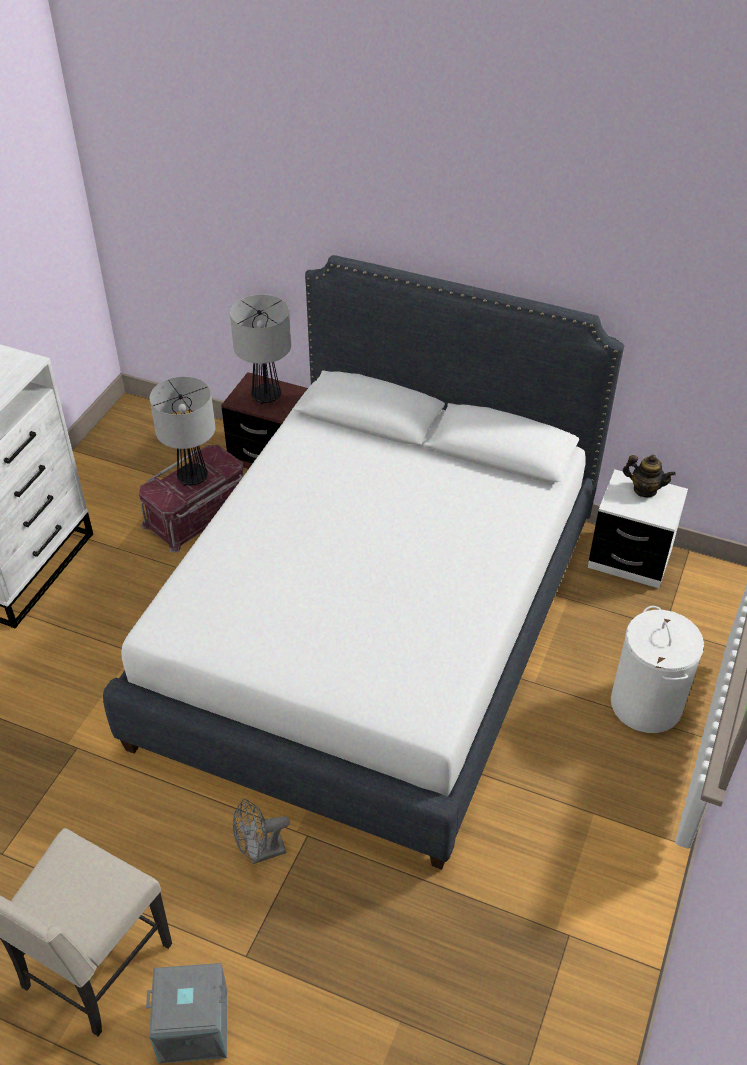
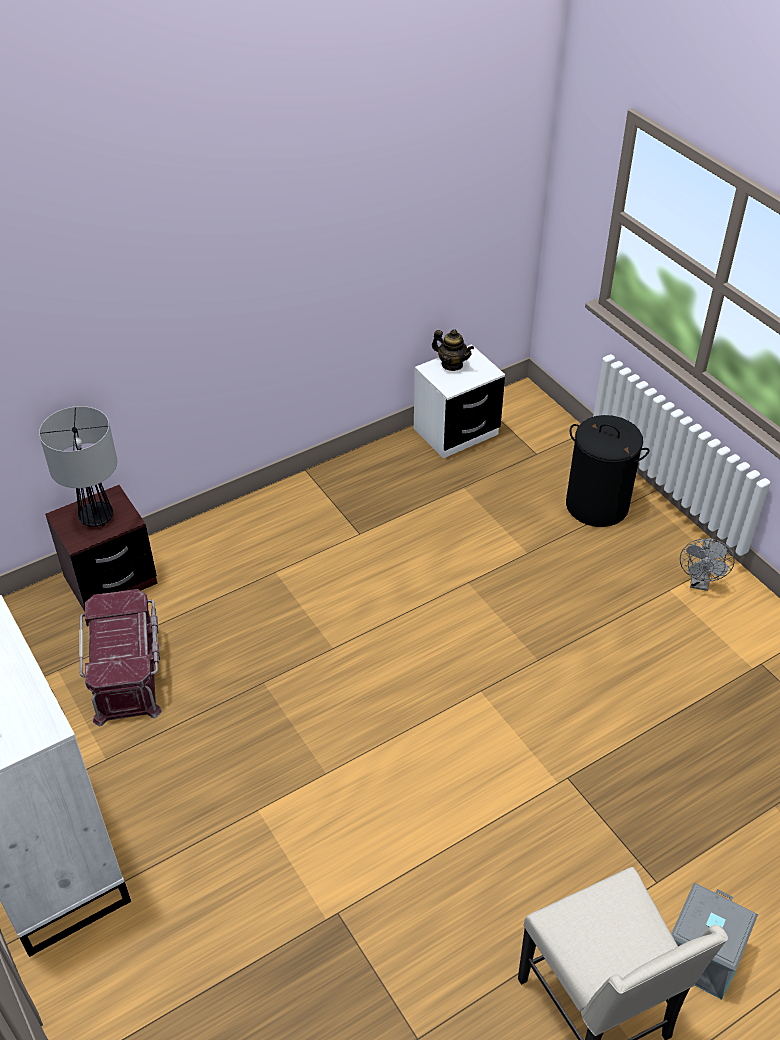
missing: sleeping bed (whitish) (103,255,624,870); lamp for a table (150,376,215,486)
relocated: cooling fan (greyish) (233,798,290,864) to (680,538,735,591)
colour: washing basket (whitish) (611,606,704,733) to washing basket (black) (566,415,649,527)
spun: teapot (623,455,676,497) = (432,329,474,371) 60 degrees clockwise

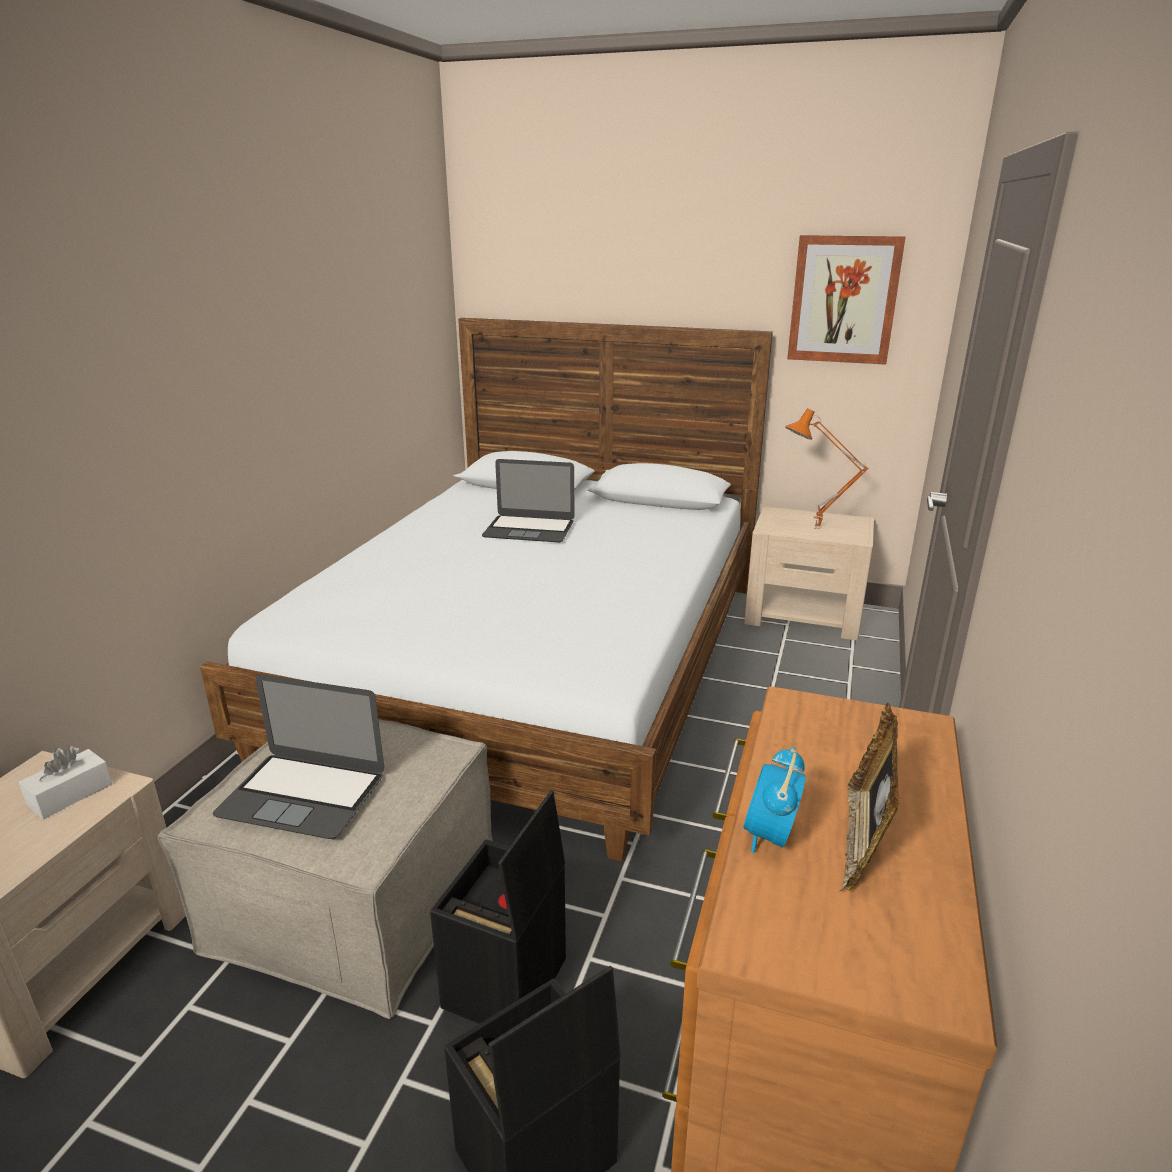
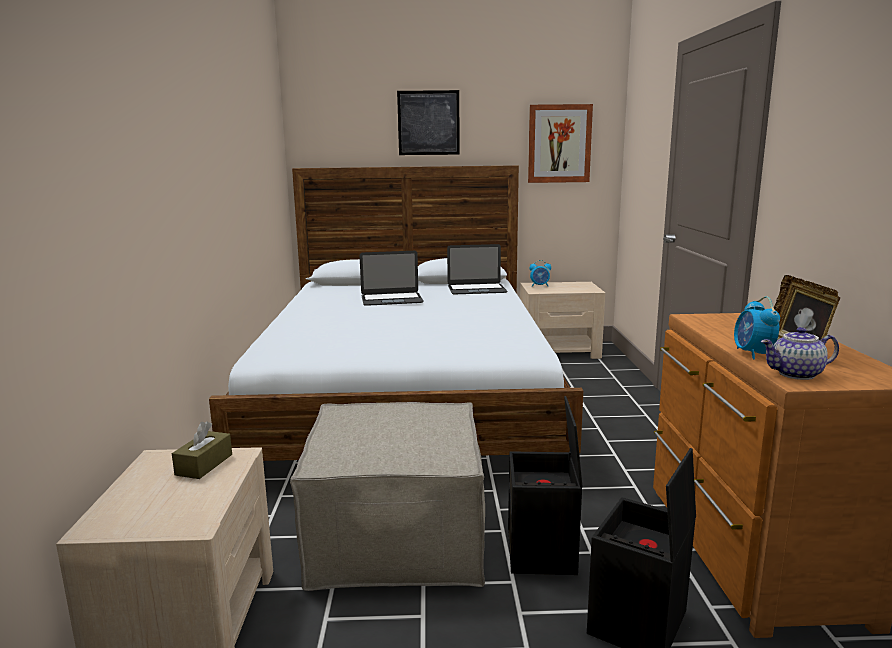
missing: lamp for a table (orange-coloured) (785,408,869,529)
appeared: wall picture (397,90,460,155); table clock (529,260,551,287); teapot (761,327,839,380)
relocated: notebook computer (213,674,384,839) to (447,244,507,294)
colour: box of tissues (whitish) (19,746,112,819) to box of tissues (brown-coloured) (172,421,232,479)

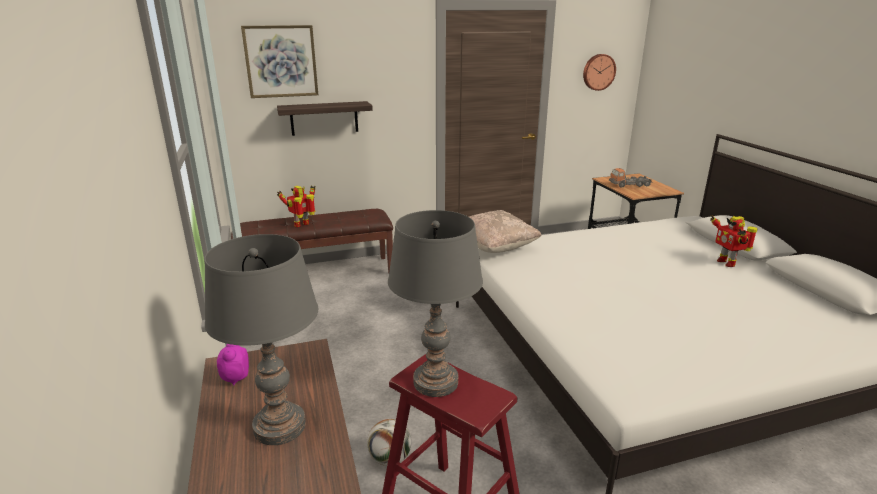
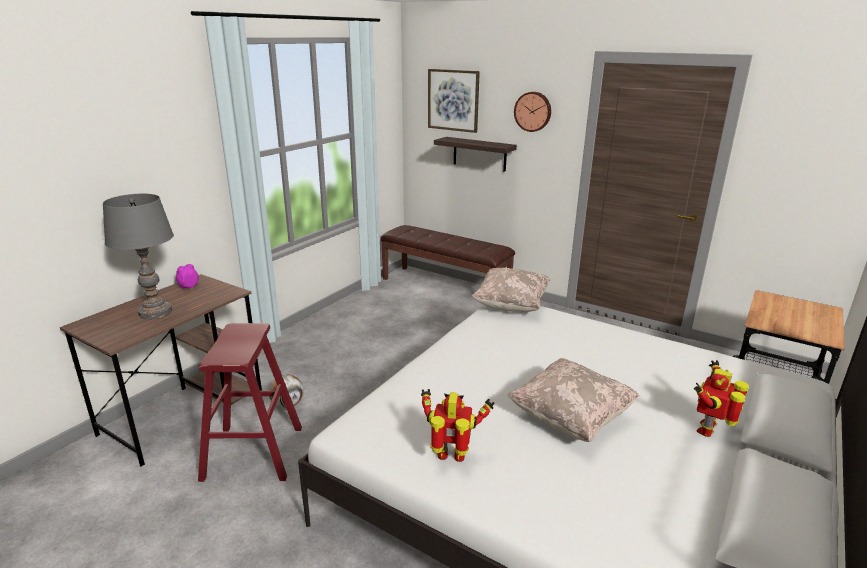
missing: lamp for a table (greyish) (388,210,483,397); toy truck (609,168,652,188)
appeared: cushion (sand-coloured) (507,358,640,442)
relocated: toy robot (277,186,316,227) to (421,389,495,462); wall clock (583,54,616,91) to (514,92,551,132)

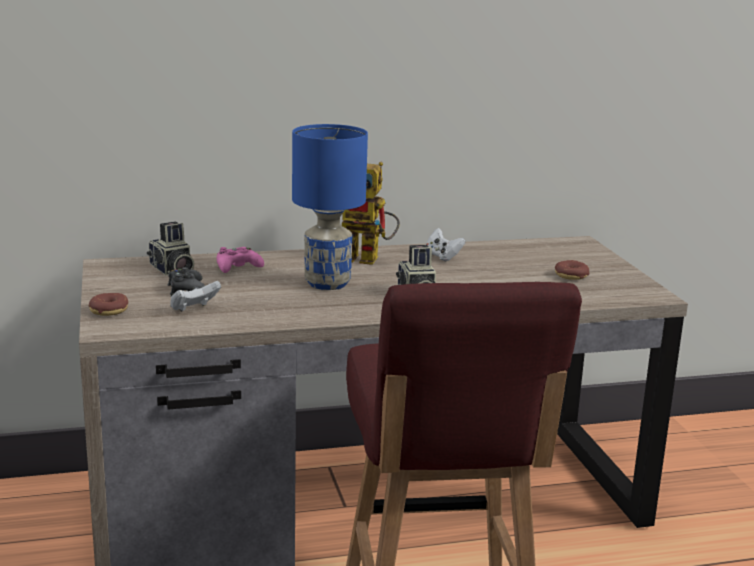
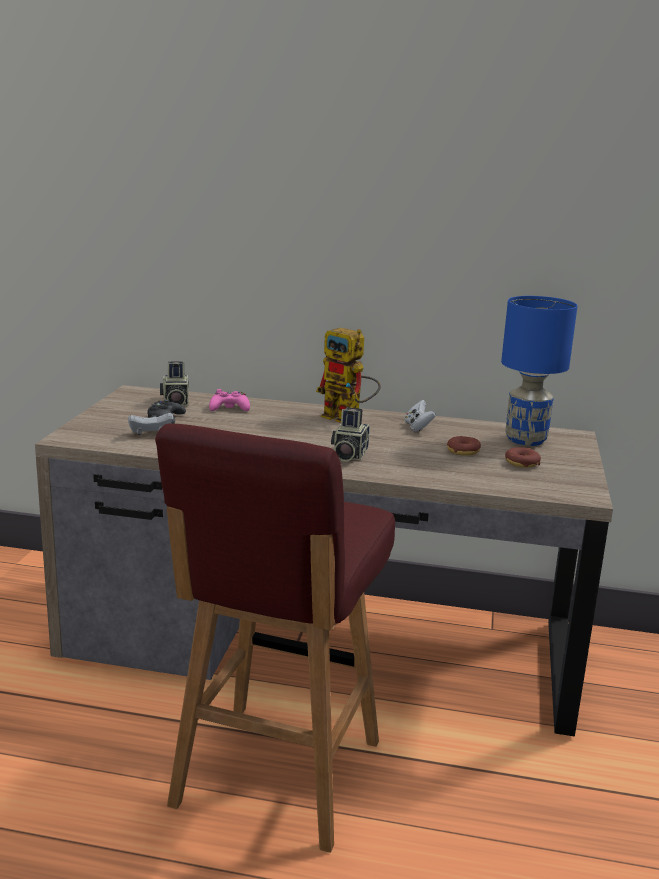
relocated: doughnut (89,293,128,316) to (447,436,481,456); lamp for a table (blue) (292,124,368,290) to (501,296,578,446)

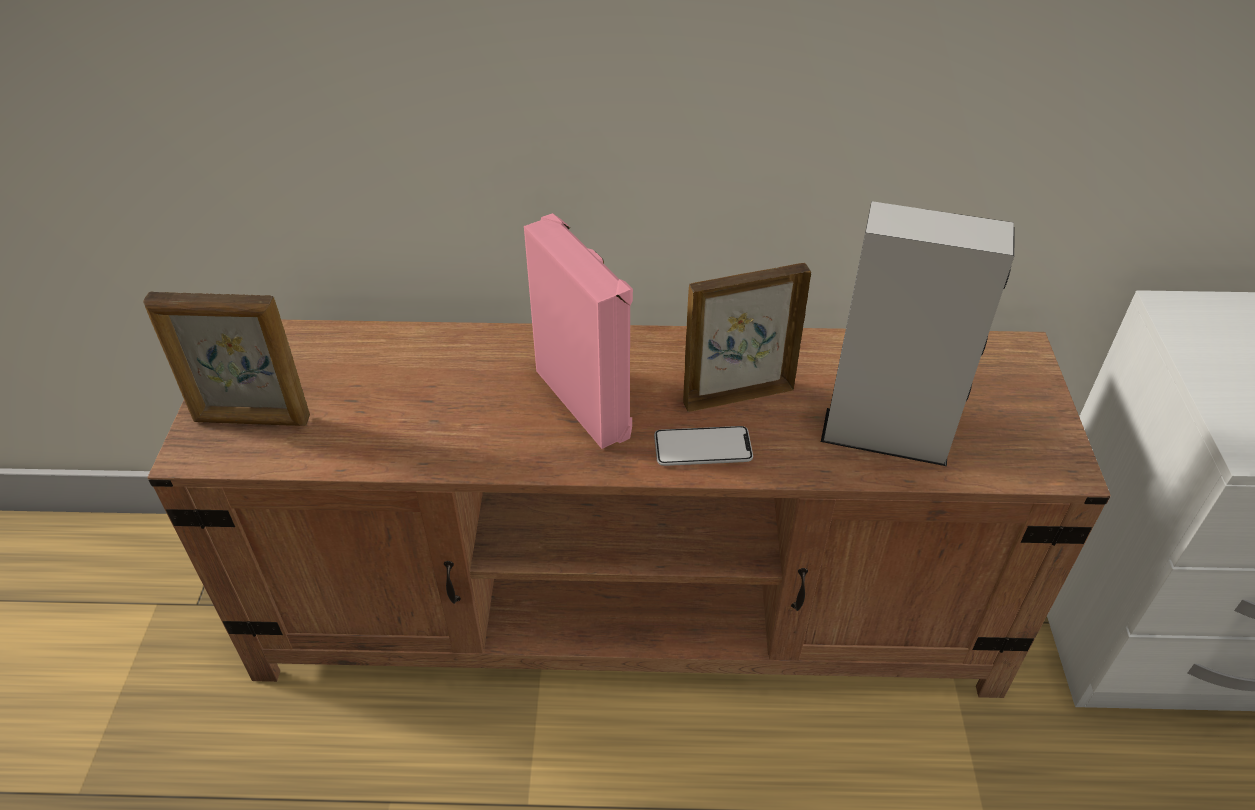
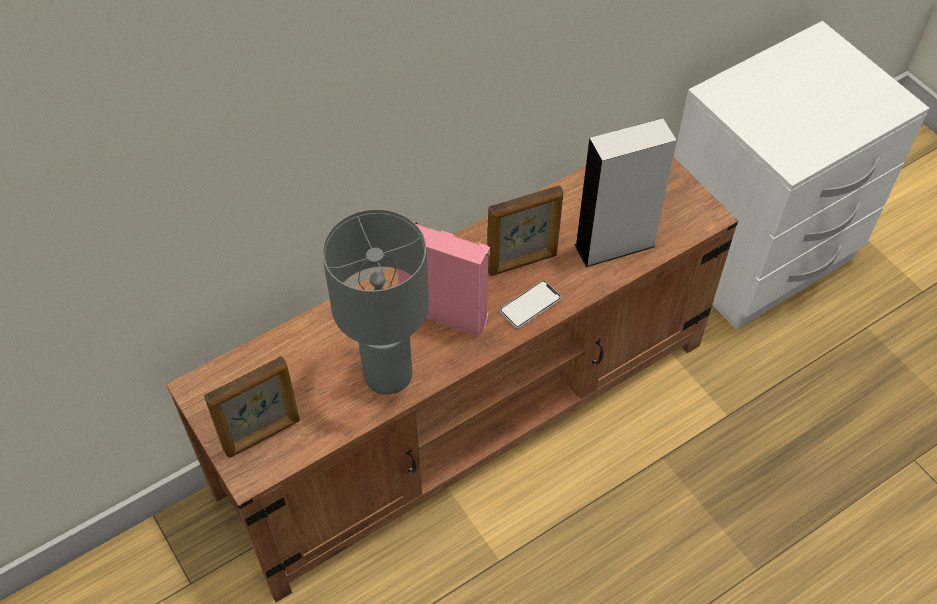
appeared: lamp for a table (greyish) (322,209,429,395)
spun: photo frame (683,263,811,412) = (487,186,564,276) 150 degrees counterclockwise

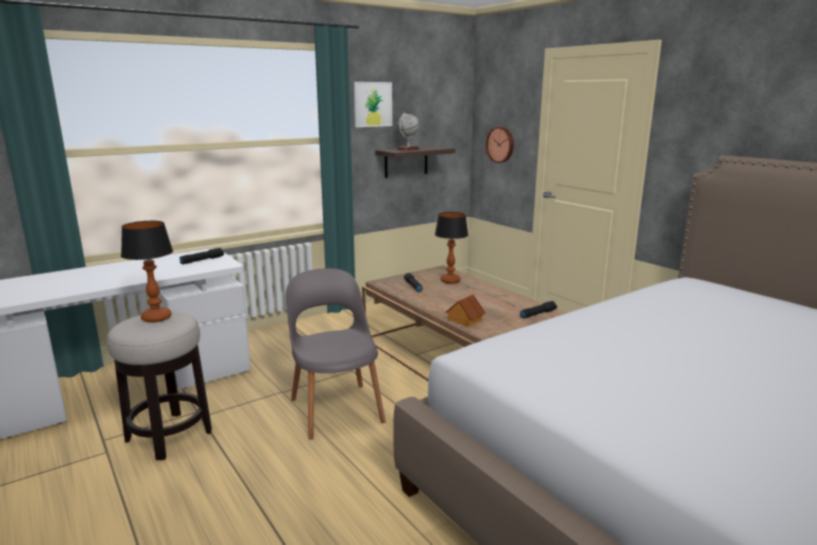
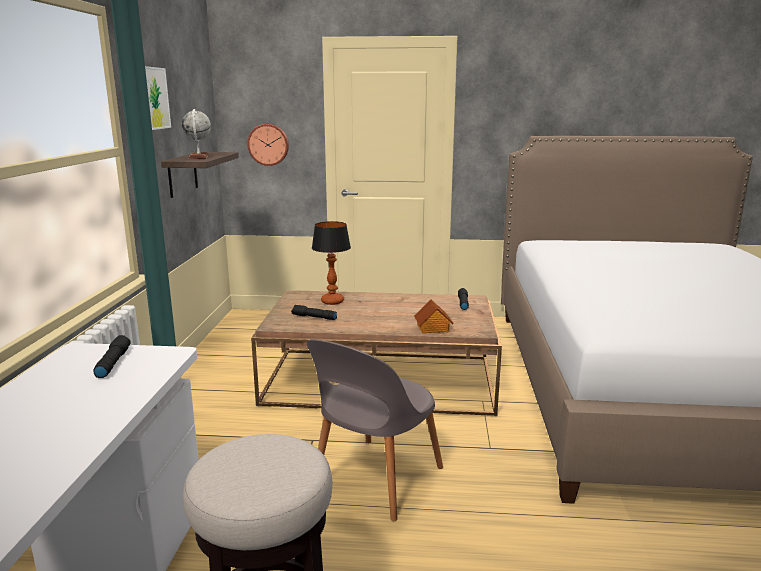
missing: lamp for a table (121,221,173,323)
spun: upright chair (greyish) (286,268,386,440) = (307,339,443,521) 75 degrees counterclockwise

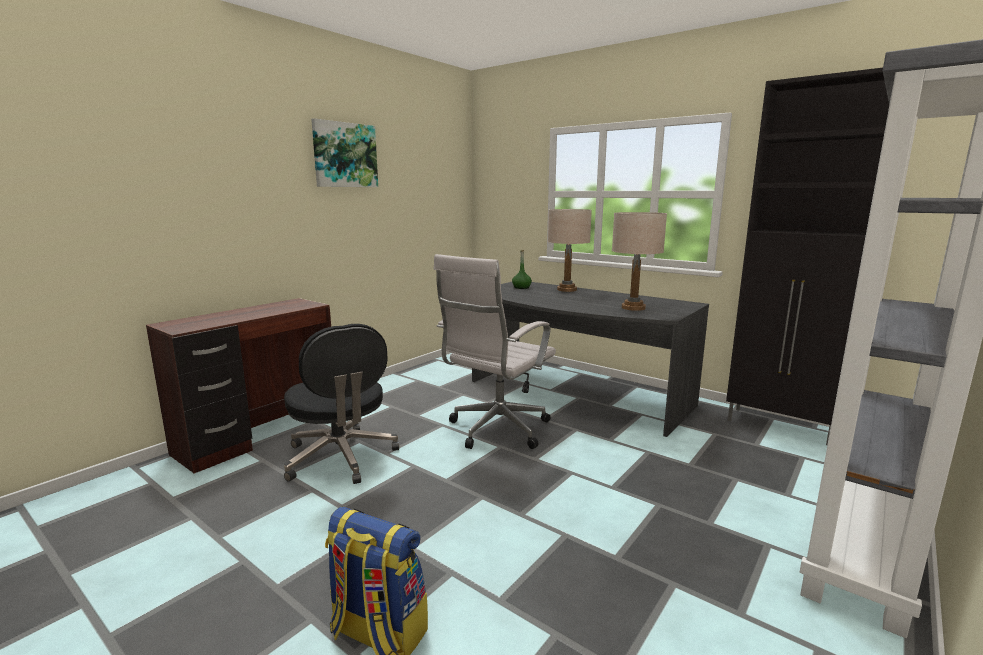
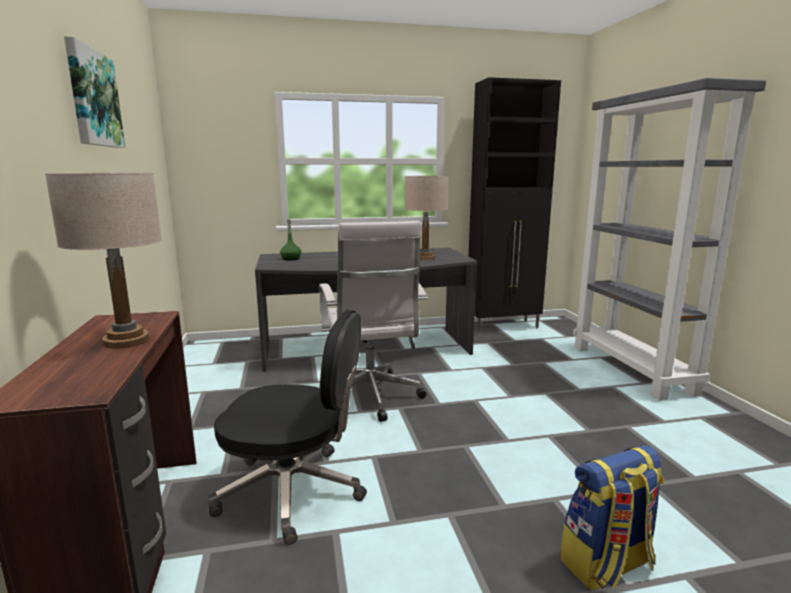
relocated: lamp for a table (sand-coloured) (548,209,592,292) to (45,173,162,349)

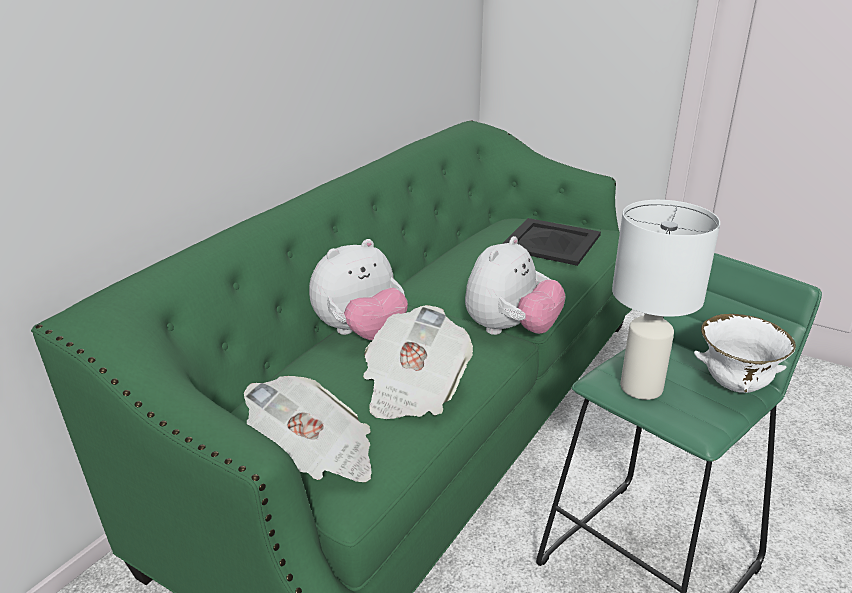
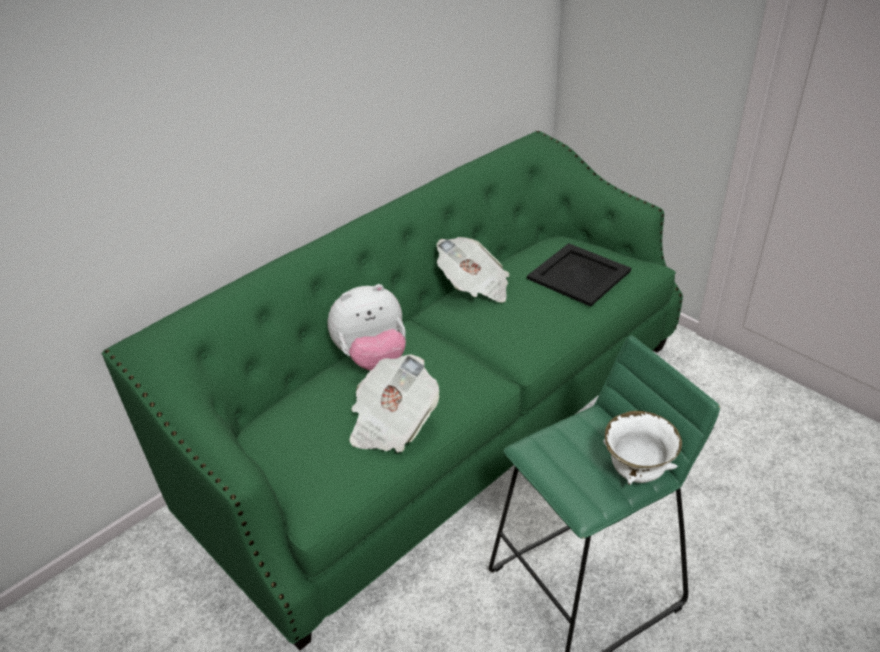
missing: plush toy (465,236,566,335); lamp for a table (whitish) (612,200,720,400)
relocated: newspaper (244,376,372,482) to (437,237,509,303)

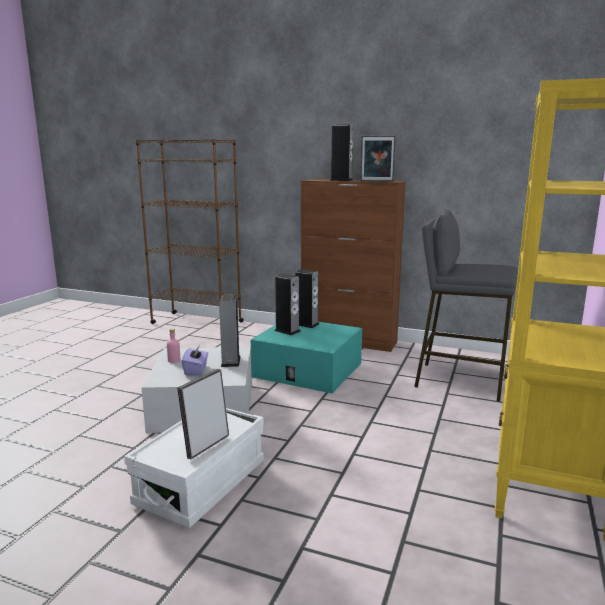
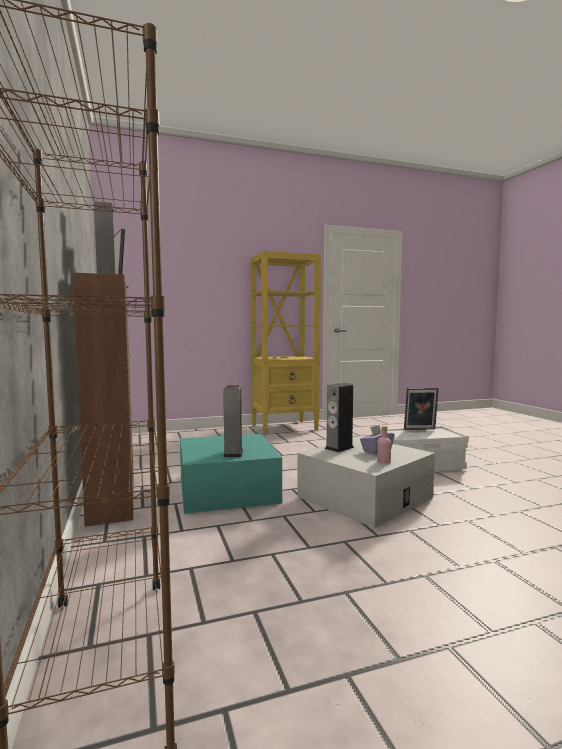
missing: audio speaker (295,269,319,328); sitting stool (greyish) (414,209,518,402)

